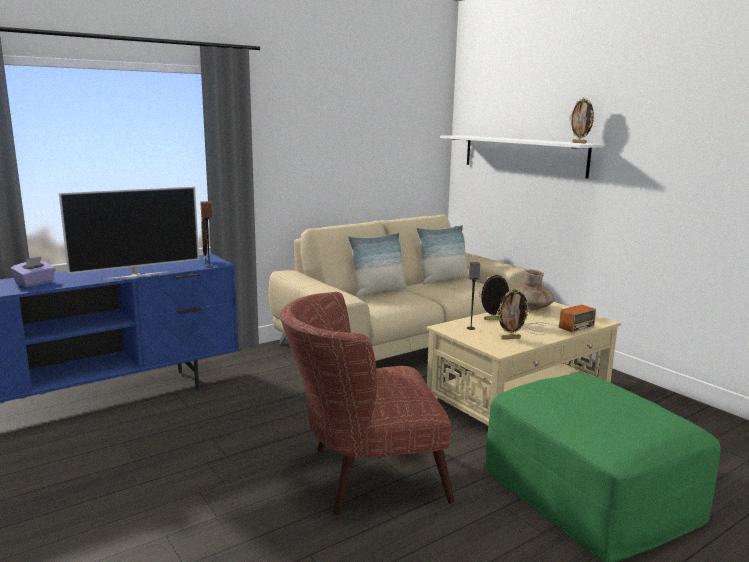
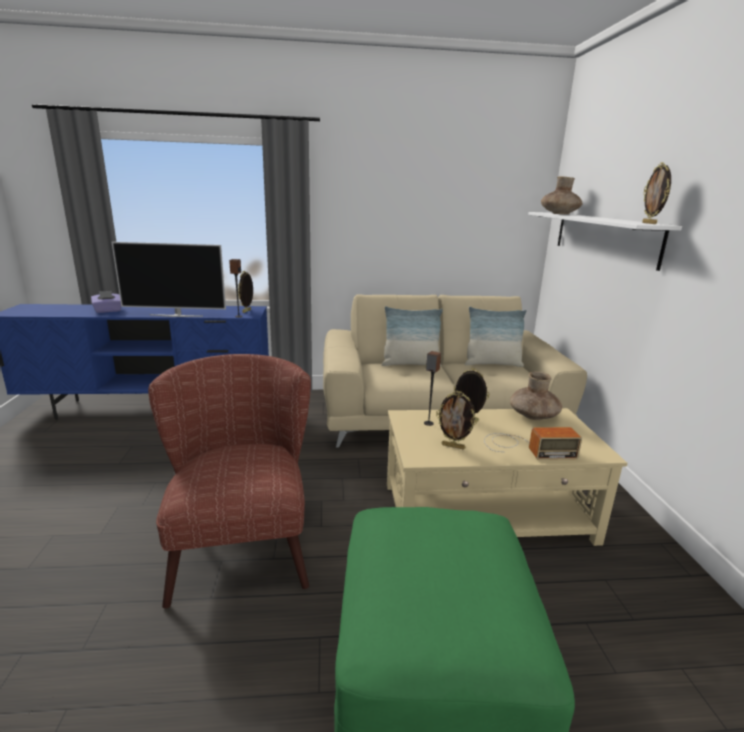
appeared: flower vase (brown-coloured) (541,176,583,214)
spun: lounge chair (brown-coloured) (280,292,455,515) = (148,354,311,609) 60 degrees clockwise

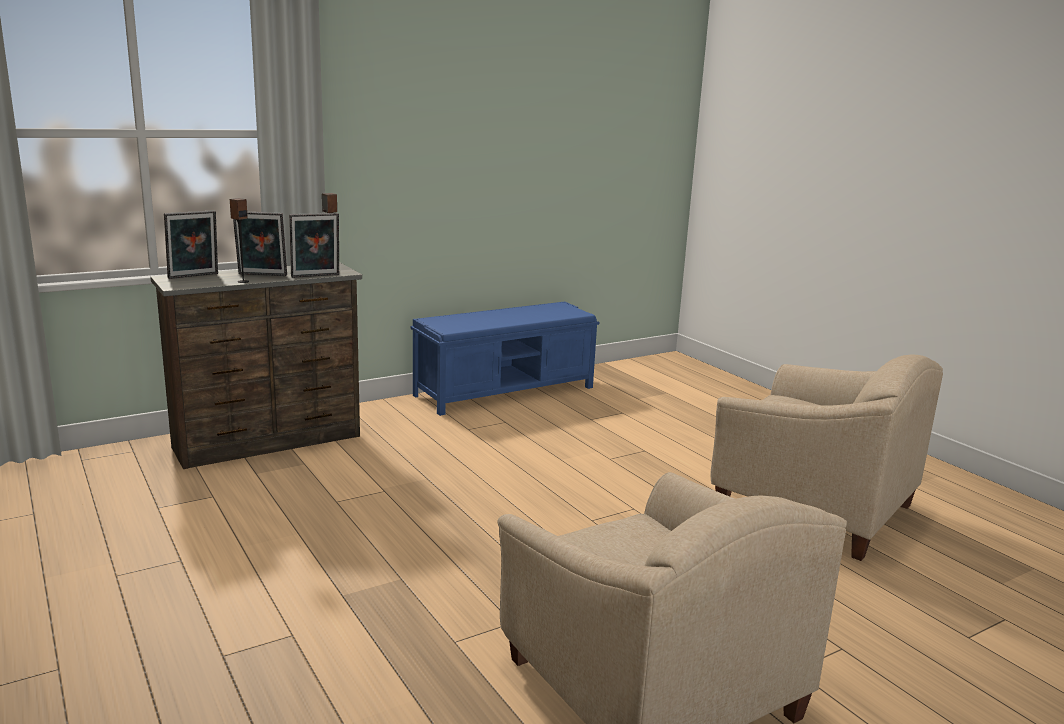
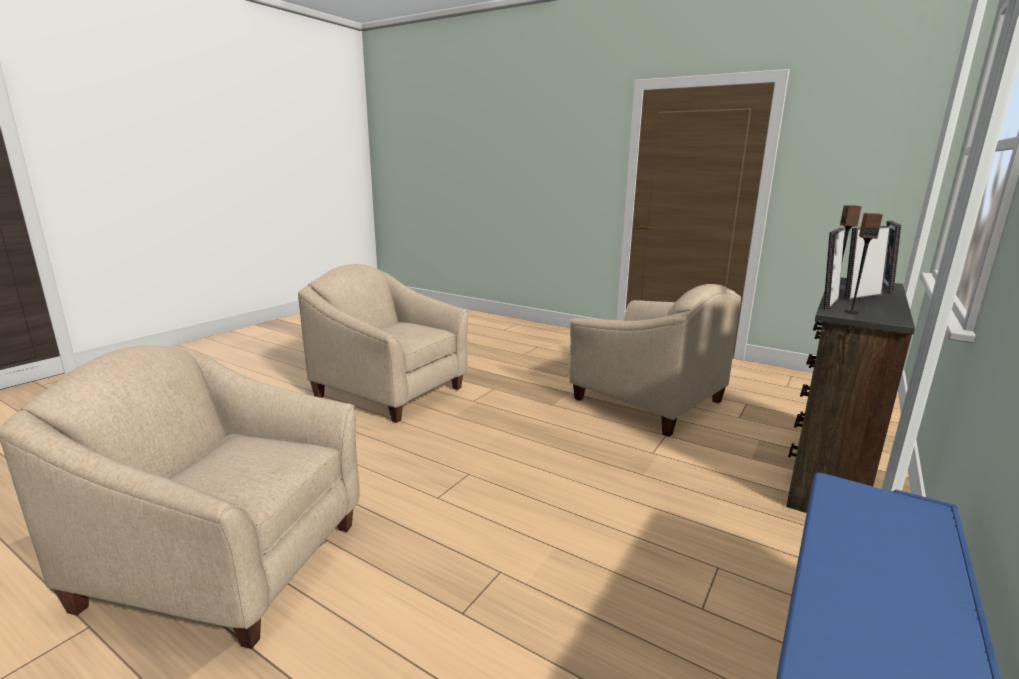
appeared: lounge chair (sand-coloured) (569,284,741,437)

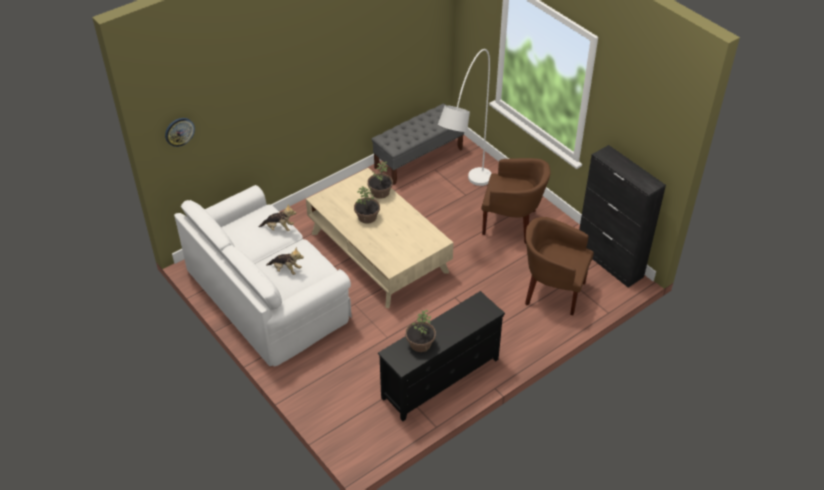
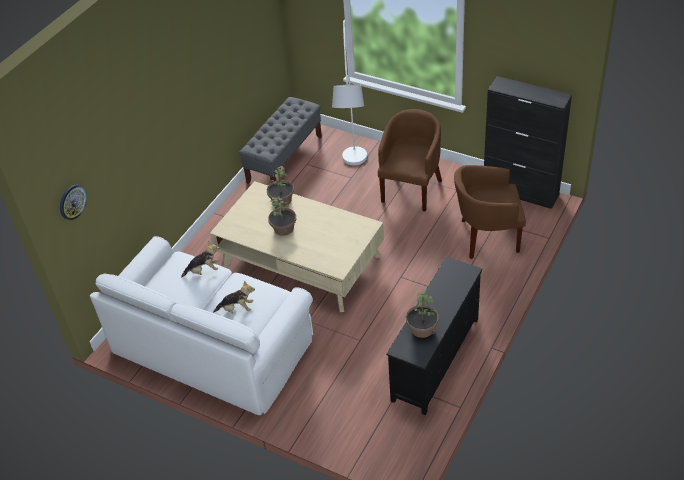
spun: lounge chair (brown-coloured) (481,158,551,244) = (378,109,442,211) 60 degrees counterclockwise

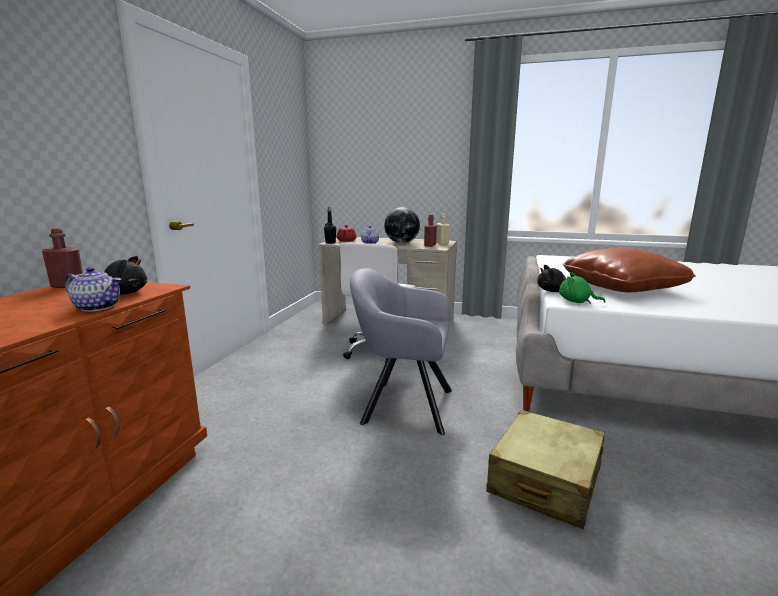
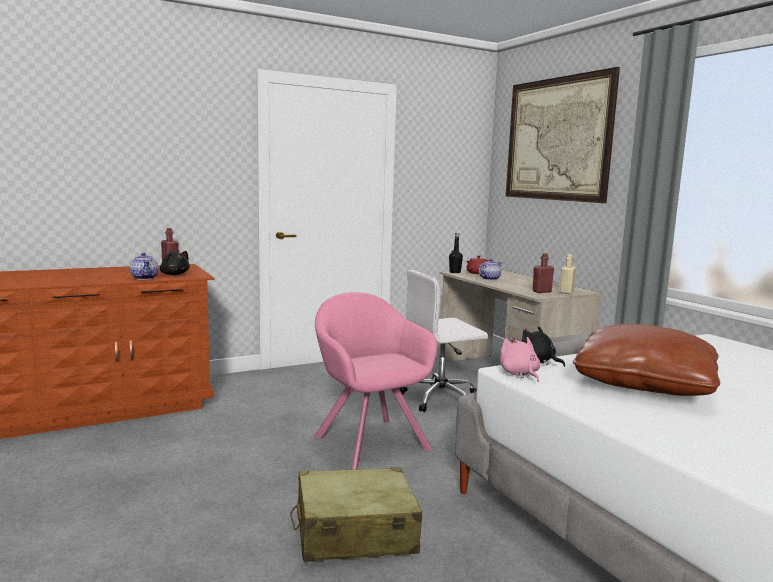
missing: desk globe (384,207,420,243)
appeared: wall picture (506,67,620,203)
colour: lounge chair (greyish) (350,268,452,435) to lounge chair (pink) (314,292,438,470); plush toy (green-coloured) (559,272,606,304) to plush toy (pink) (500,337,541,382)

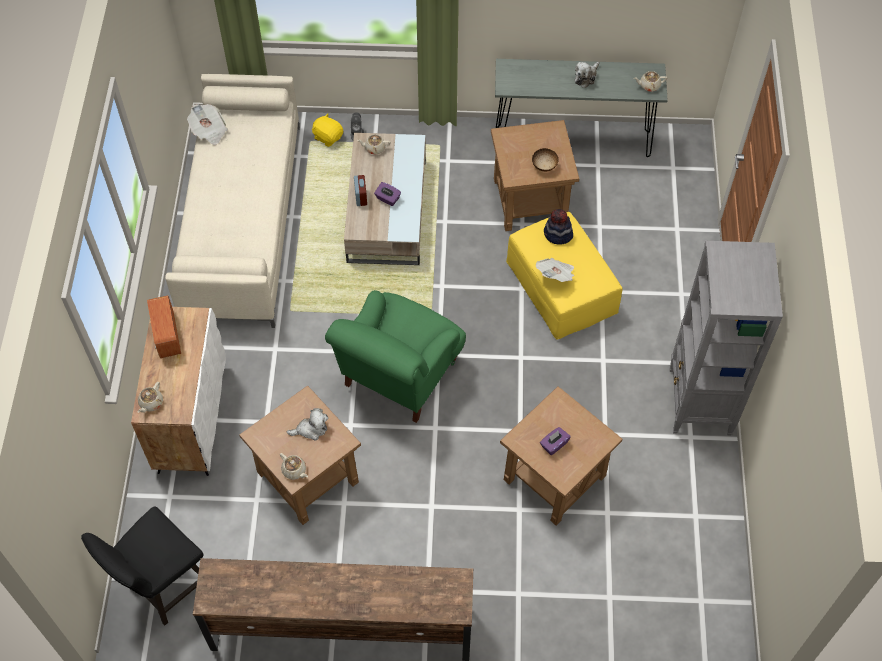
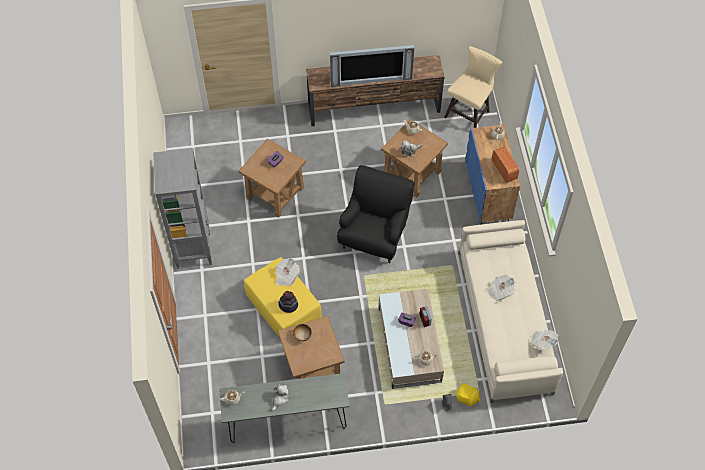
appeared: TV set (330,45,414,87); newspaper (486,274,515,301)
colour: lounge chair (green-coloured) (325,290,466,423) to lounge chair (black) (337,165,415,263); sitting stool (black) (81,506,203,625) to sitting stool (sand-coloured) (444,46,503,128); cupboard (whitish) (131,307,226,476) to cupboard (blue) (465,125,520,224)

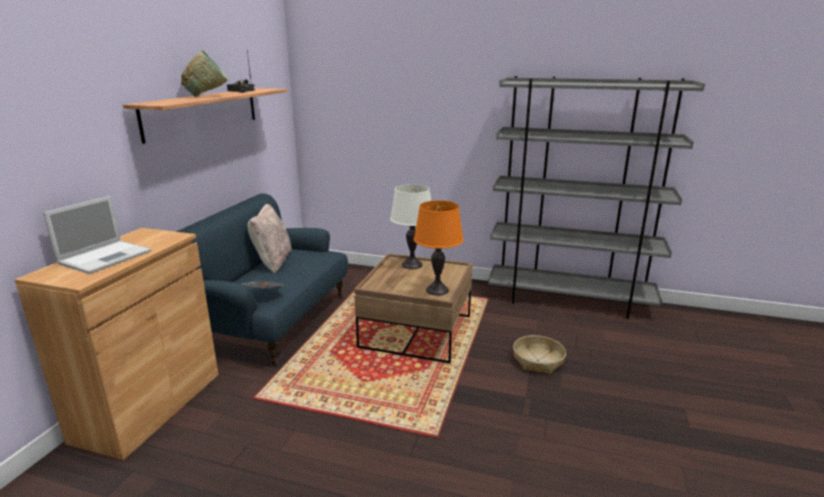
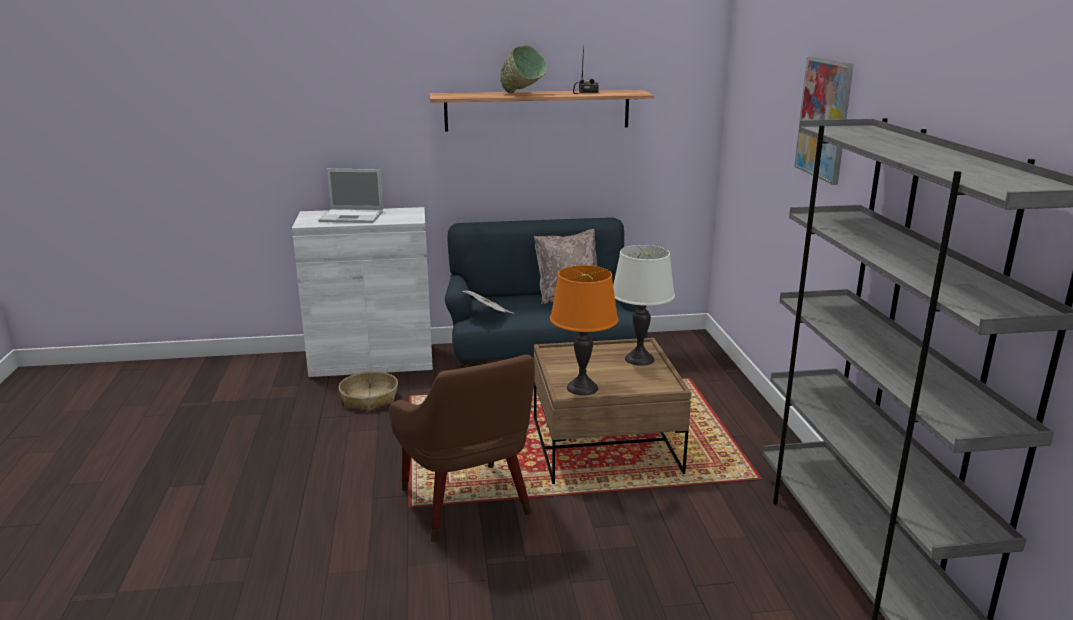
appeared: lounge chair (brown-coloured) (389,355,535,542); wall picture (794,57,854,185)
relocated: storage basket (513,335,566,374) to (339,371,398,411)
colour: cupboard (brown-coloured) (15,228,219,460) to cupboard (whitish) (292,207,433,377)

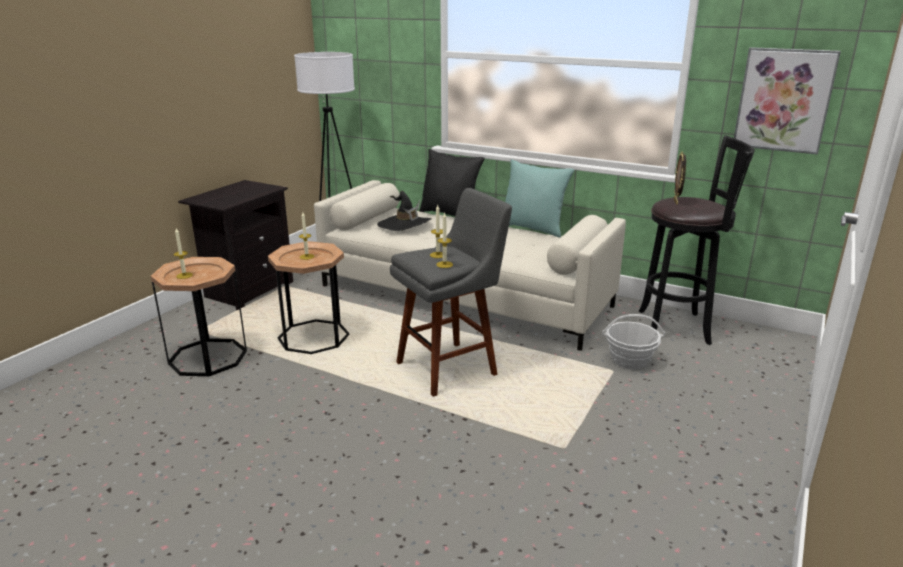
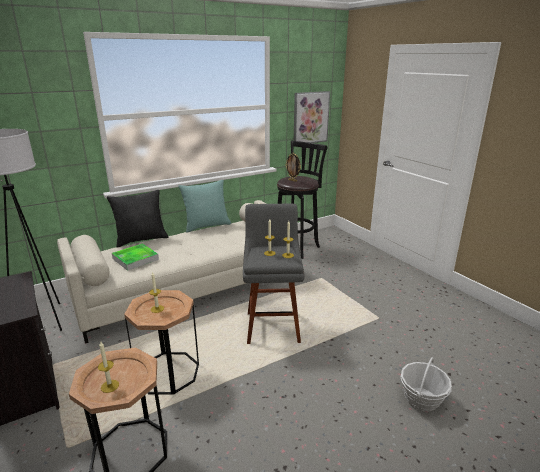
relocated: storage basket (602,314,665,369) to (401,357,452,412)
exchanged: wearable hat (black) (377,191,431,231) to tray (112,244,159,271)

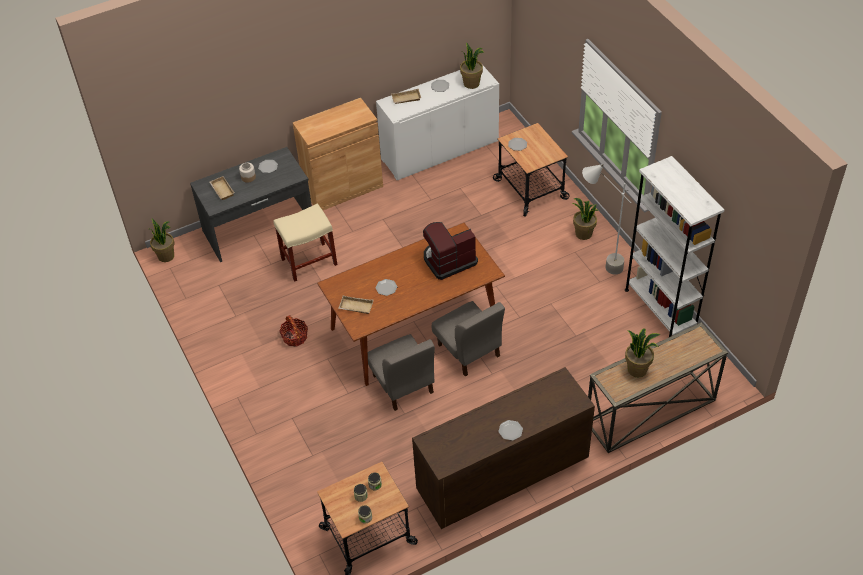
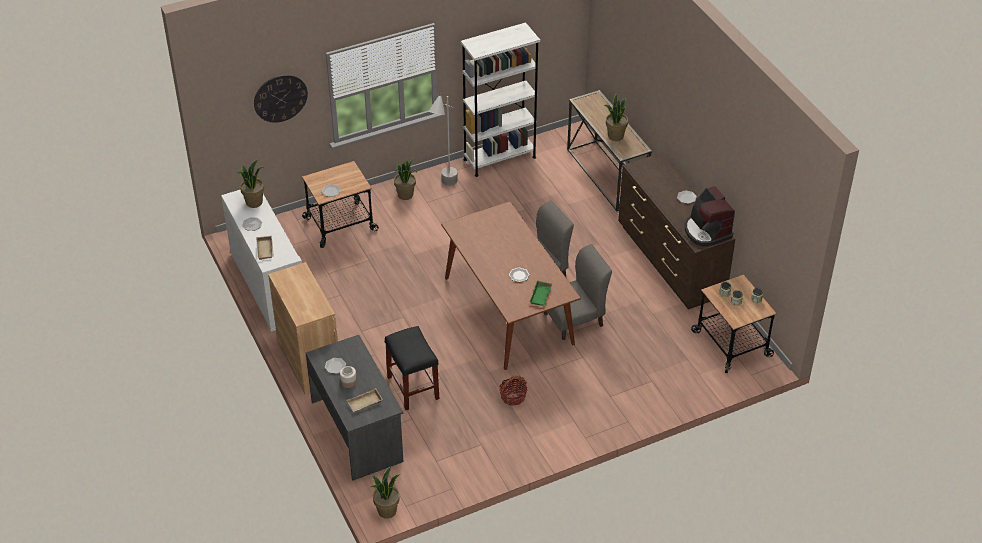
appeared: wall clock (254,75,308,123)
relocated: coffee maker (423,222,478,280) to (685,186,735,246)
colour: sitting stool (sand-coloured) (273,204,337,282) to sitting stool (black) (385,326,439,410); tray (sand-coloured) (338,296,374,314) to tray (green-coloured) (530,281,552,306)

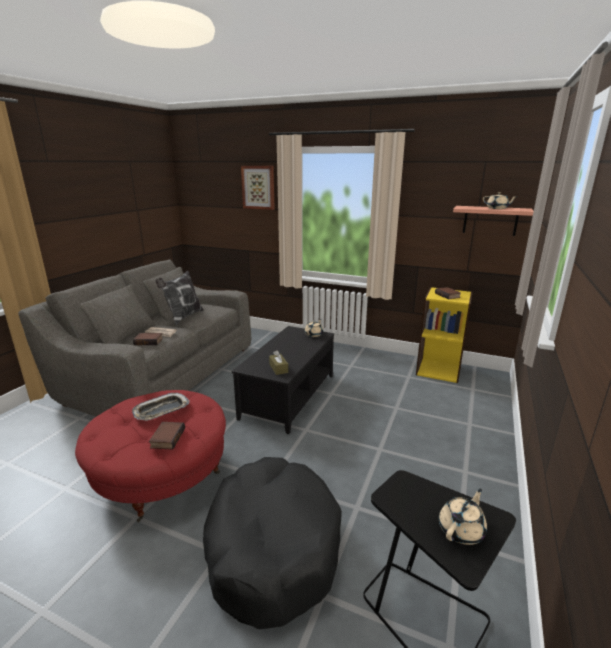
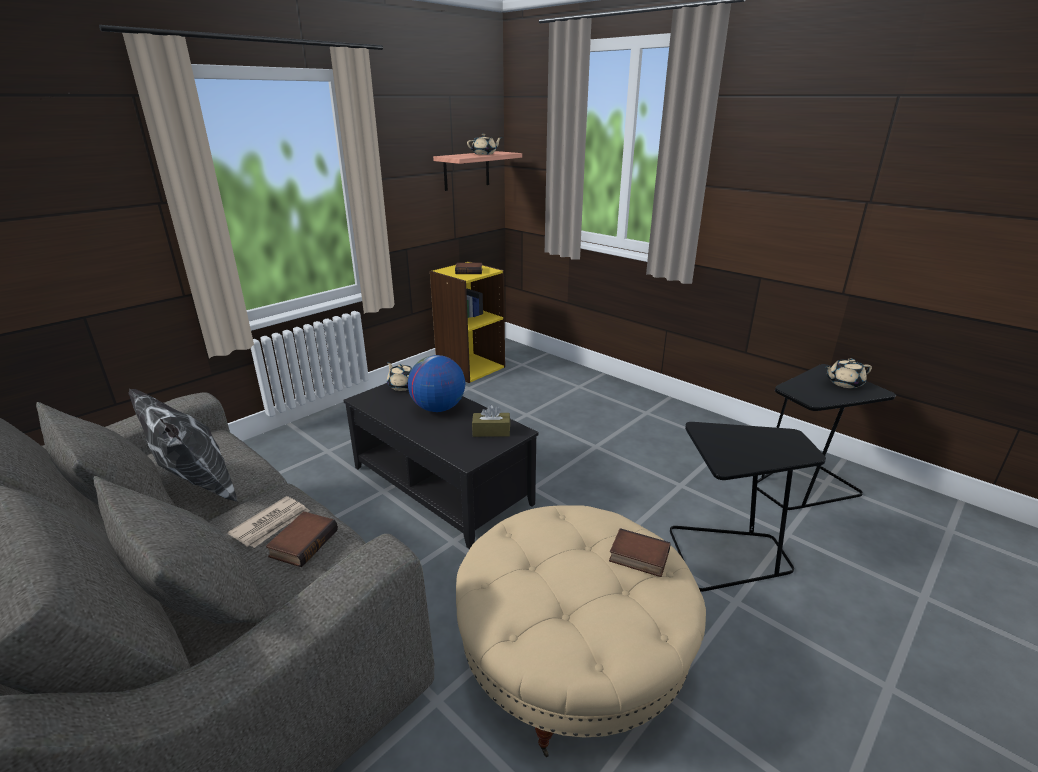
missing: tray (132,393,190,421); wall picture (241,166,275,210)
appeared: desk globe (408,355,465,412)
exchanged: pet bed (black) (203,457,342,629) to accent table (black) (670,422,826,592)
colour: ottoman (red-coloured) (75,390,226,522) to ottoman (sand-coloured) (456,505,706,757)
spun: teapot (sand-coloured) (439,488,487,545) = (824,358,872,388) 75 degrees counterclockwise

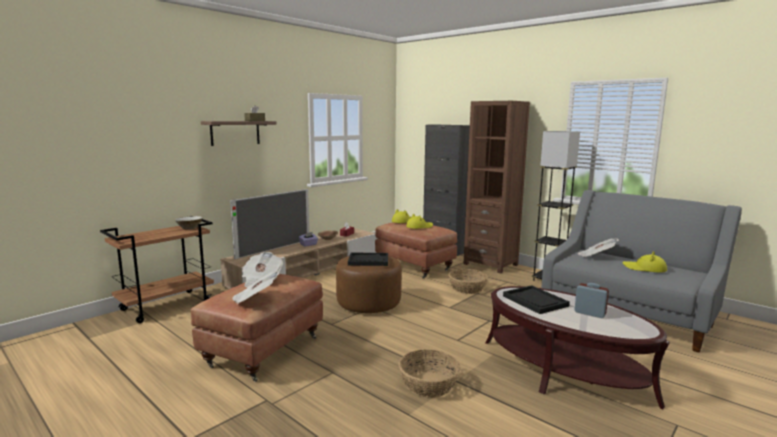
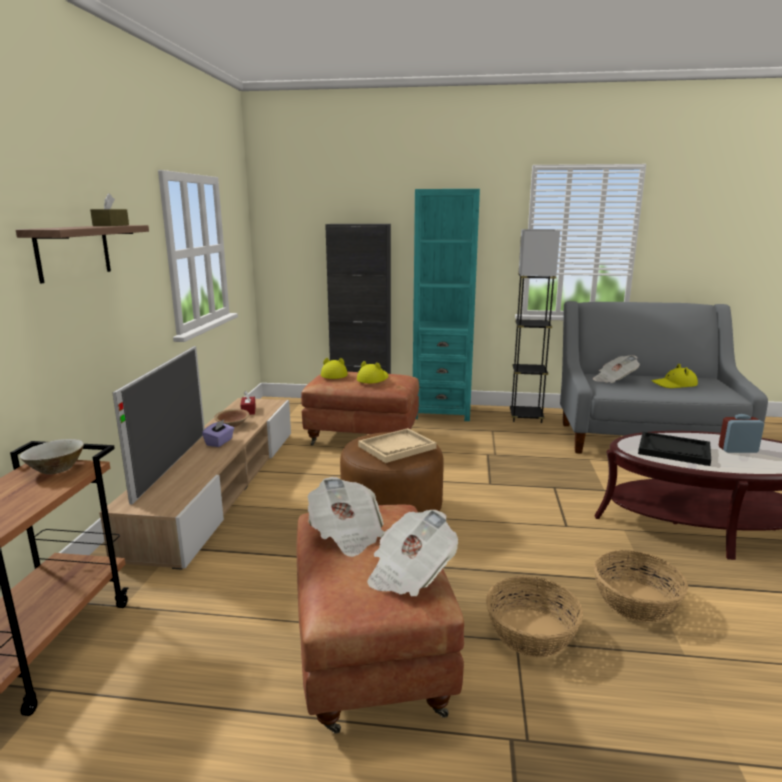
relocated: storage basket (449,269,488,294) to (486,576,583,657)
colour: tray (black) (348,252,388,266) to tray (sand-coloured) (358,428,437,463); bookcase (brown-coloured) (464,101,530,274) to bookcase (turquoise) (413,189,480,421)

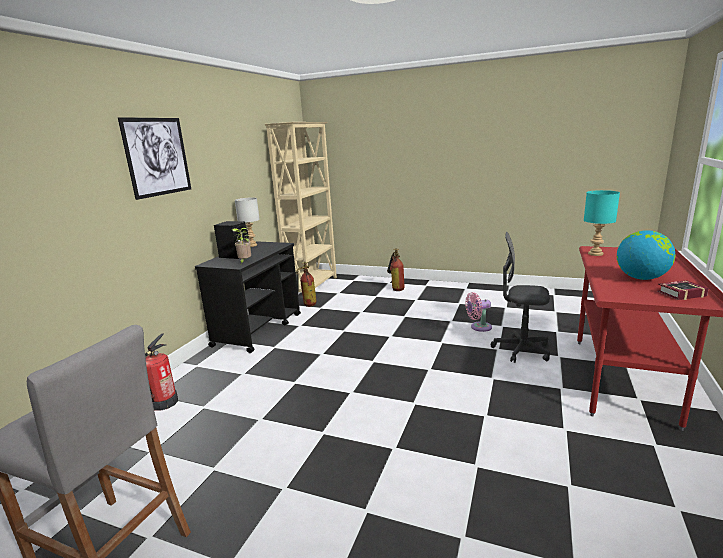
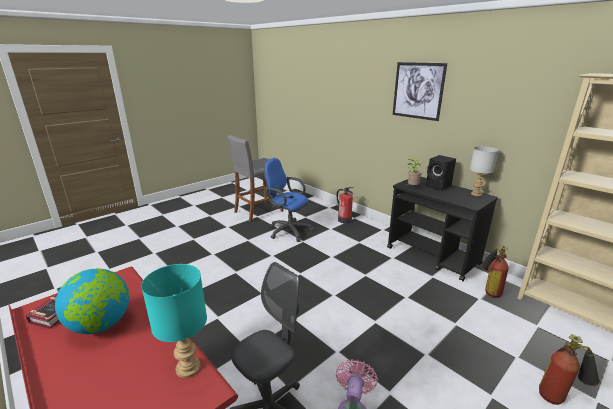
appeared: desk chair (blue) (264,158,314,242)

